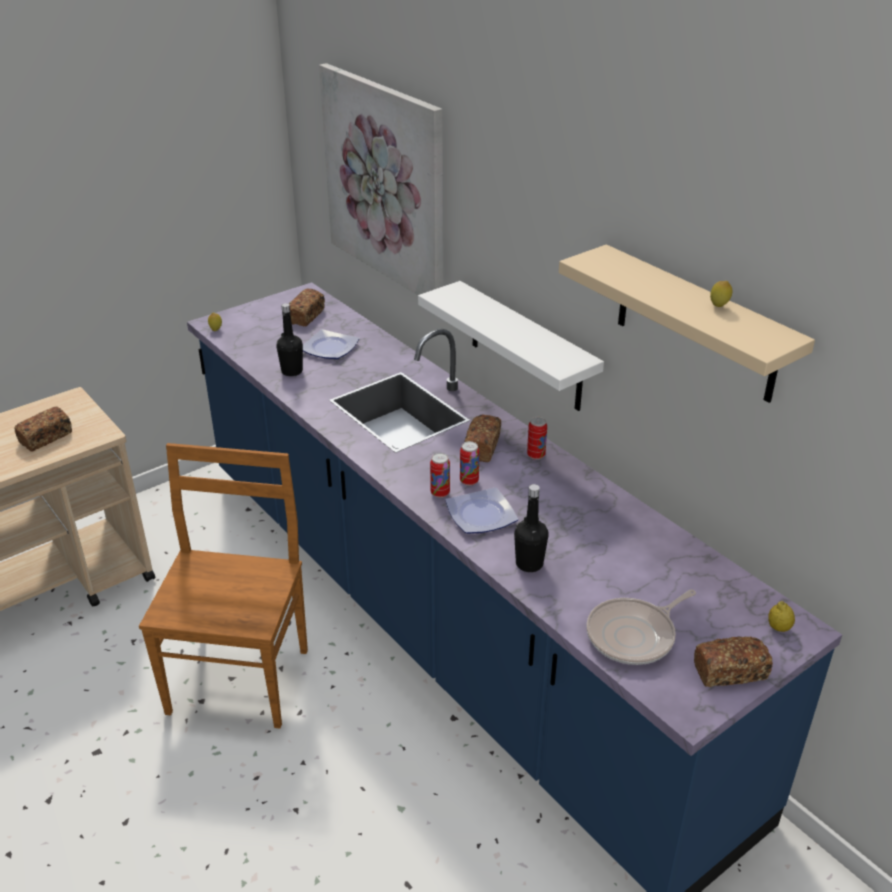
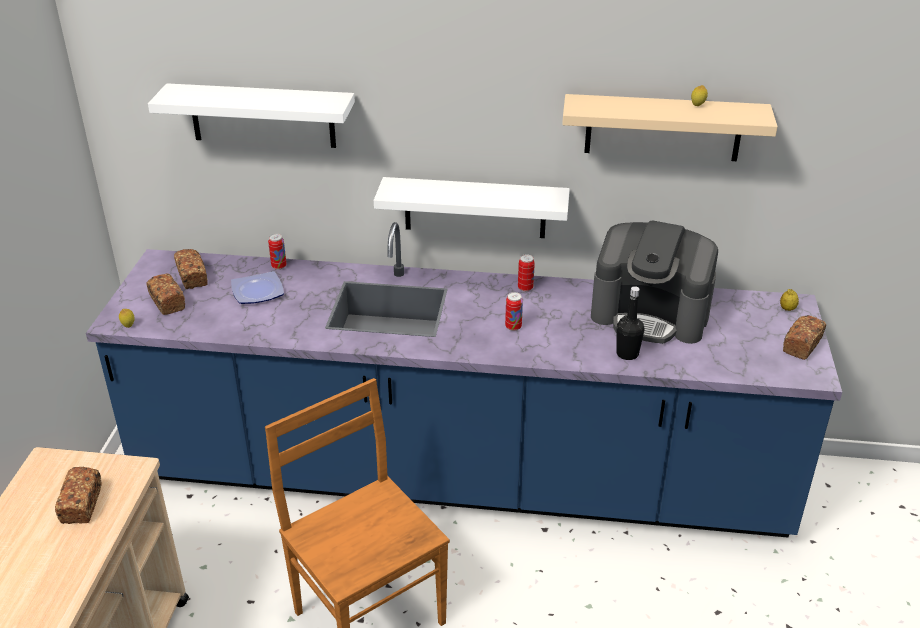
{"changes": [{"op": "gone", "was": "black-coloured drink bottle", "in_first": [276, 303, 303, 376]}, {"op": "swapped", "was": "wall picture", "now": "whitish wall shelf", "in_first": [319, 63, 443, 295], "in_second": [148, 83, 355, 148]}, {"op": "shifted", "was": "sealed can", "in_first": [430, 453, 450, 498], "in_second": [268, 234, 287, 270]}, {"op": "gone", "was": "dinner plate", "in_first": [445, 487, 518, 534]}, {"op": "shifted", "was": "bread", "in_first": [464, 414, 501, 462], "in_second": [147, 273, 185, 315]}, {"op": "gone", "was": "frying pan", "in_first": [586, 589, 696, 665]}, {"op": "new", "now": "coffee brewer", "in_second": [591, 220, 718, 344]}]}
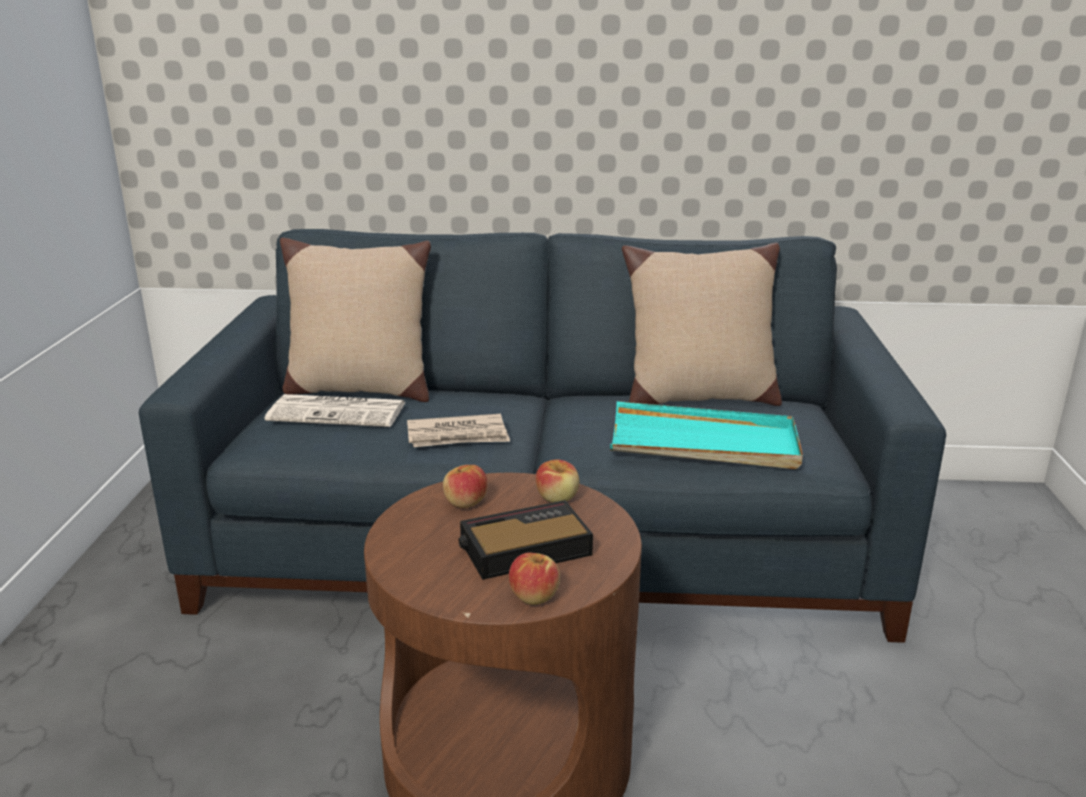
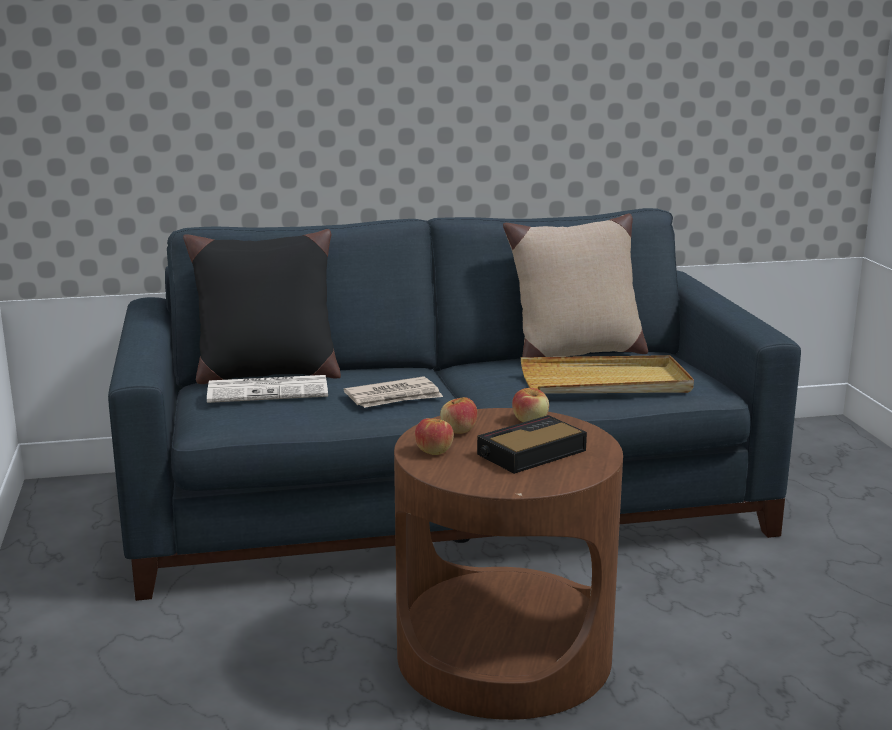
{"changes": [{"op": "repainted", "was": "beige cushion", "now": "black-coloured cushion", "in_first": [280, 238, 431, 402], "in_second": [183, 229, 341, 384]}, {"op": "shifted", "was": "apple fruit", "in_first": [509, 553, 560, 605], "in_second": [415, 418, 454, 455]}, {"op": "repainted", "was": "turquoise serving tray", "now": "beige serving tray", "in_first": [610, 401, 803, 469], "in_second": [521, 355, 694, 394]}]}
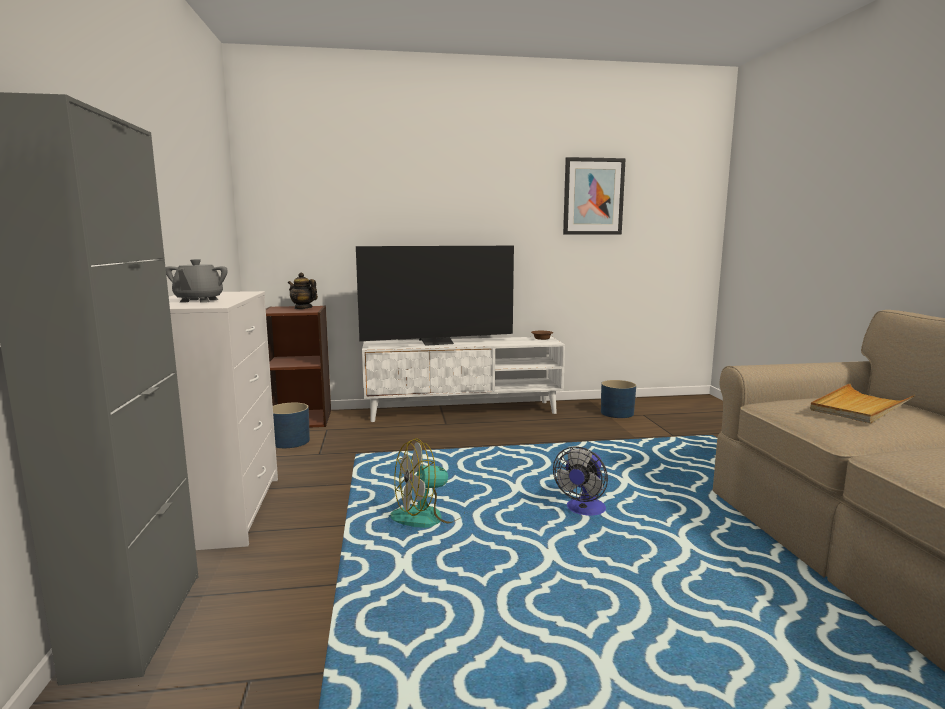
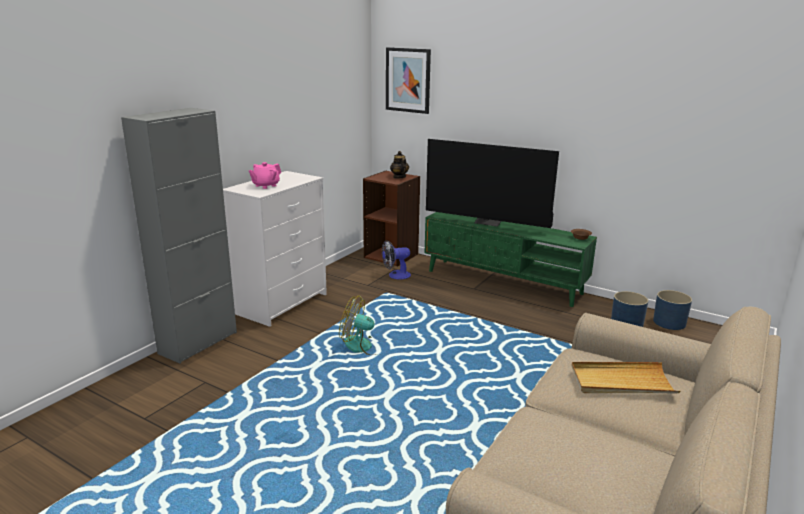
{"changes": [{"op": "repainted", "was": "gray tea pot", "now": "pink tea pot", "in_first": [166, 259, 228, 303], "in_second": [249, 162, 281, 189]}, {"op": "shifted", "was": "blue-coloured flower pot", "in_first": [273, 403, 310, 448], "in_second": [653, 290, 692, 330]}, {"op": "repainted", "was": "whitish media console", "now": "green-coloured media console", "in_first": [362, 336, 565, 422], "in_second": [424, 212, 597, 307]}, {"op": "shifted", "was": "electric fan", "in_first": [553, 446, 608, 516], "in_second": [382, 240, 411, 279]}, {"op": "shifted", "was": "wall picture", "in_first": [563, 157, 626, 235], "in_second": [386, 47, 431, 114]}]}
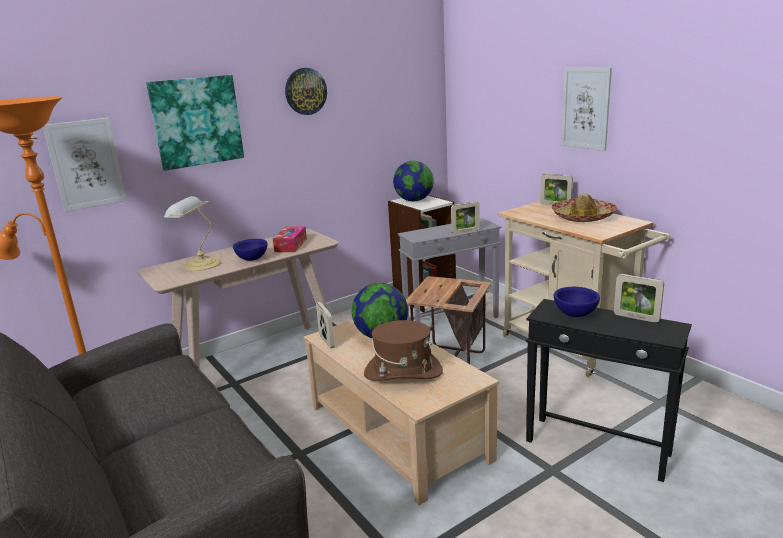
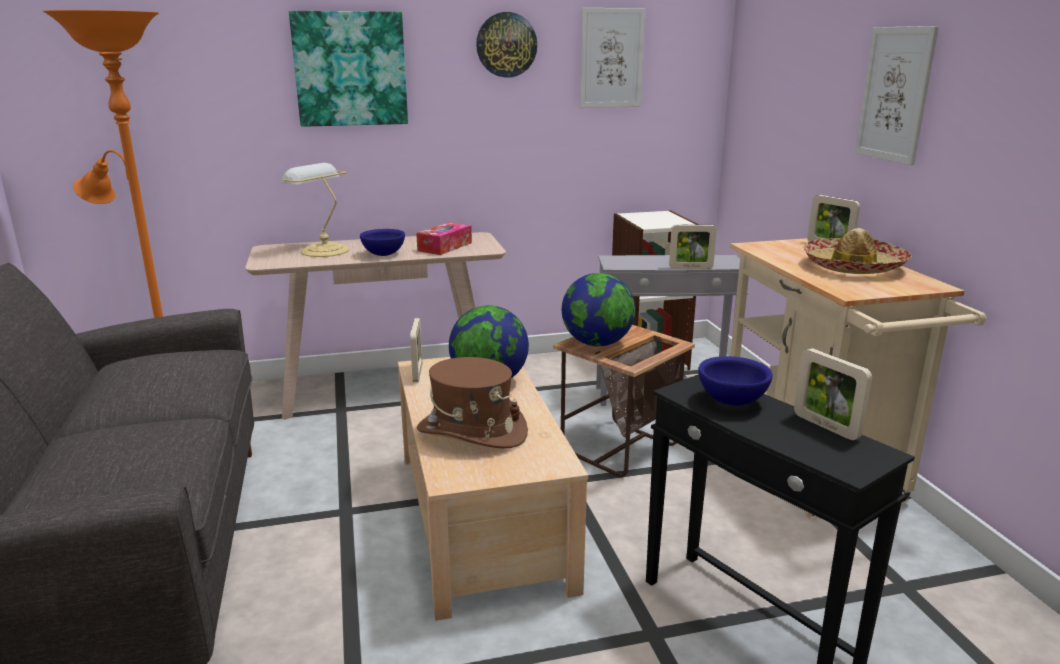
{"changes": [{"op": "shifted", "was": "wall picture", "in_first": [43, 118, 127, 212], "in_second": [580, 8, 645, 108]}, {"op": "shifted", "was": "globe", "in_first": [393, 161, 434, 201], "in_second": [562, 273, 635, 346]}]}
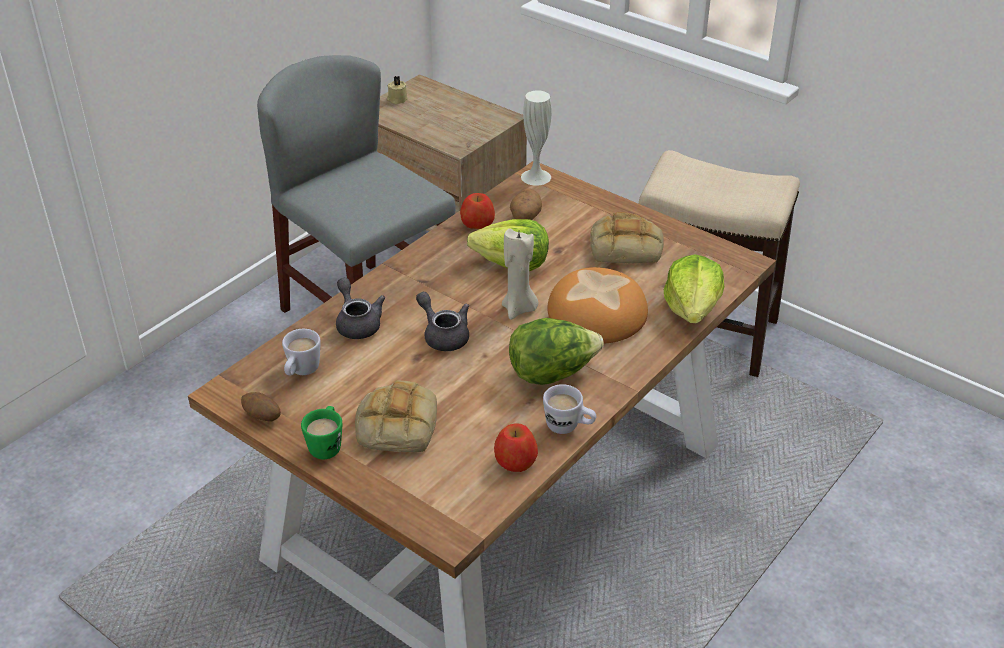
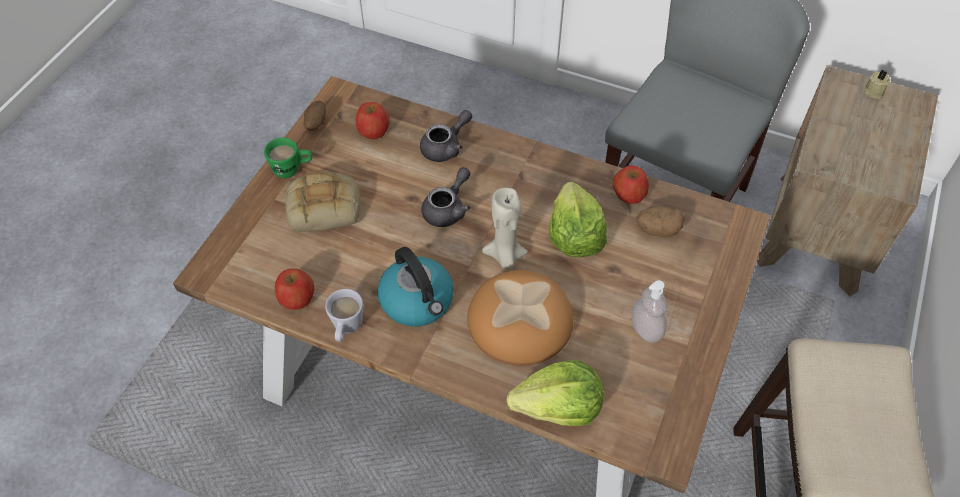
{"changes": [{"op": "swapped", "was": "whitish mug", "now": "apple fruit", "in_first": [282, 329, 321, 375], "in_second": [356, 102, 390, 139]}, {"op": "swapped", "was": "lettuce head", "now": "water kettle", "in_first": [509, 318, 604, 385], "in_second": [377, 247, 454, 327]}, {"op": "gone", "was": "whitish decorative vase", "in_first": [521, 90, 552, 186]}, {"op": "swapped", "was": "bread", "now": "liquid soap bottle", "in_first": [590, 212, 664, 263], "in_second": [631, 280, 667, 343]}]}
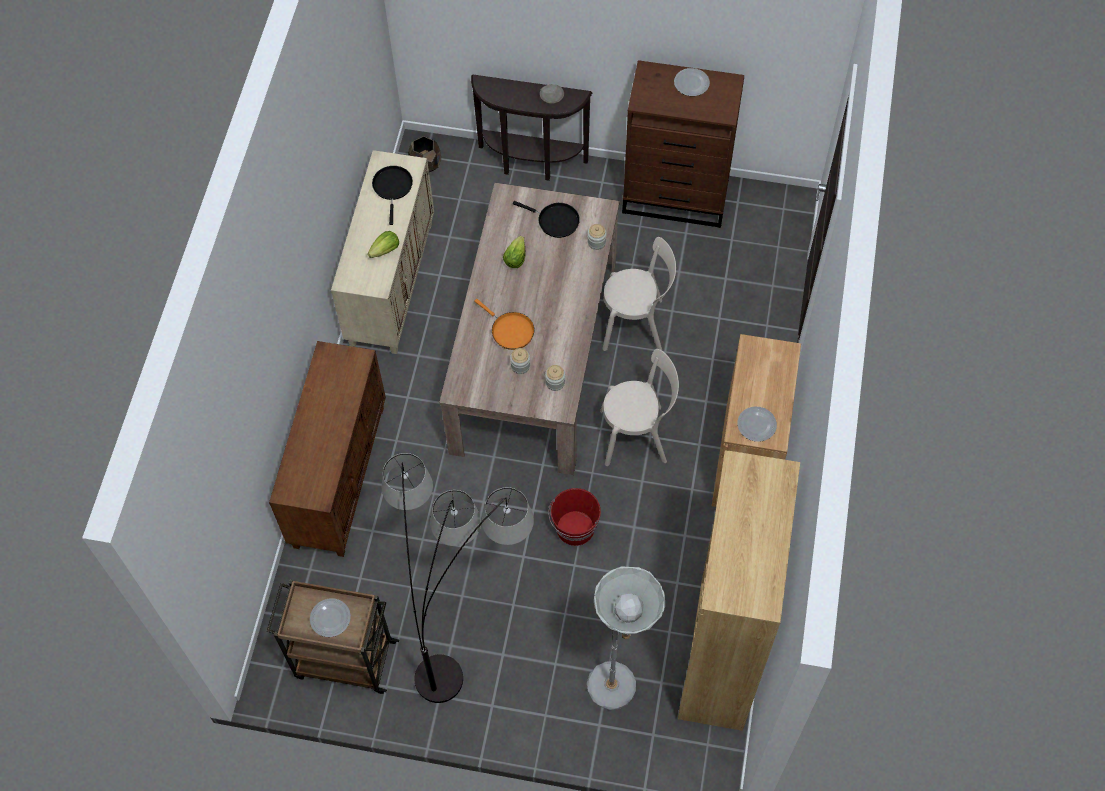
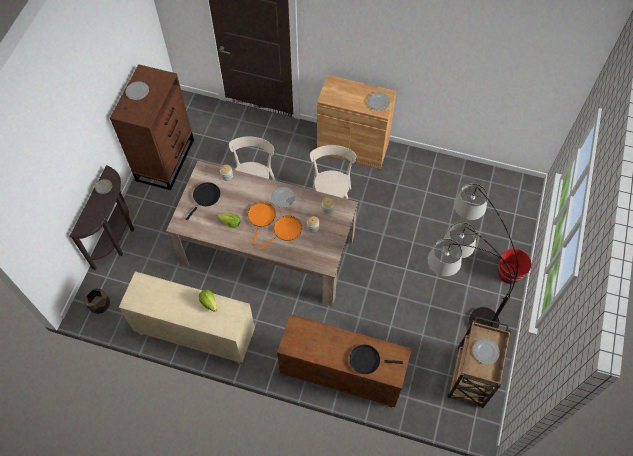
{"changes": [{"op": "shifted", "was": "black-coloured frying pan", "in_first": [372, 166, 413, 225], "in_second": [349, 345, 403, 374]}, {"op": "shifted", "was": "red-coloured pail", "in_first": [548, 488, 601, 546], "in_second": [498, 248, 533, 284]}, {"op": "gone", "was": "gray floor lamp", "in_first": [587, 566, 665, 710]}, {"op": "gone", "was": "brown-coloured bookshelf", "in_first": [678, 450, 800, 731]}, {"op": "new", "now": "orange-coloured frying pan", "in_second": [248, 202, 276, 245]}, {"op": "new", "now": "dinner plate", "in_second": [271, 187, 295, 208]}]}
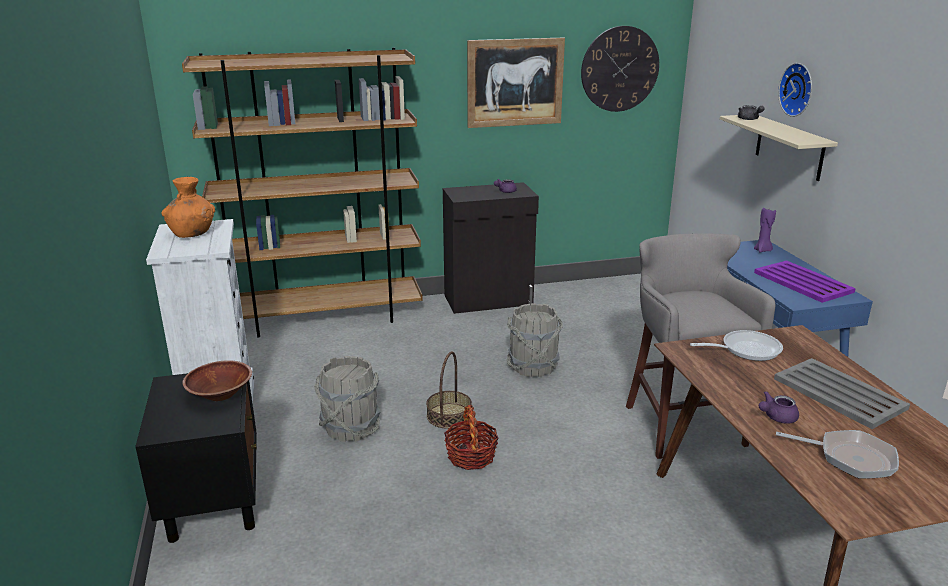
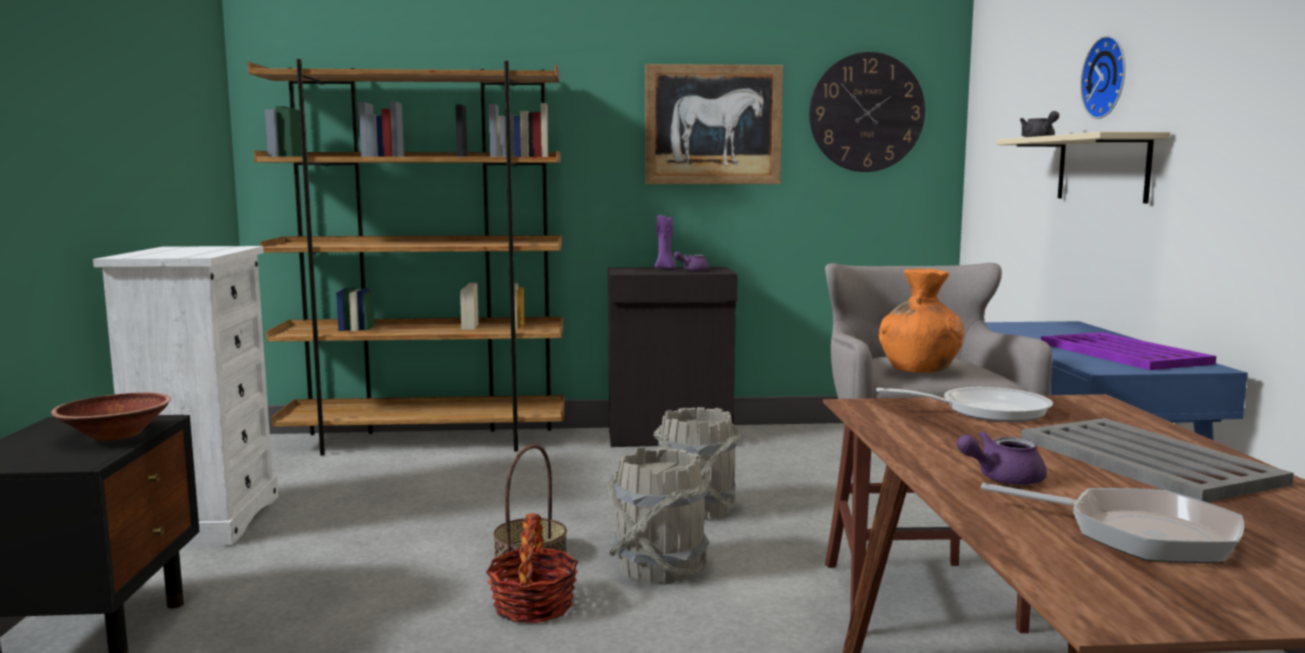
{"changes": [{"op": "shifted", "was": "orange-coloured decorative vase", "in_first": [162, 177, 215, 238], "in_second": [879, 269, 964, 373]}, {"op": "shifted", "was": "gray pail", "in_first": [314, 356, 381, 442], "in_second": [607, 447, 711, 585]}, {"op": "shifted", "was": "purple wax candle", "in_first": [754, 207, 776, 253], "in_second": [655, 214, 676, 269]}]}
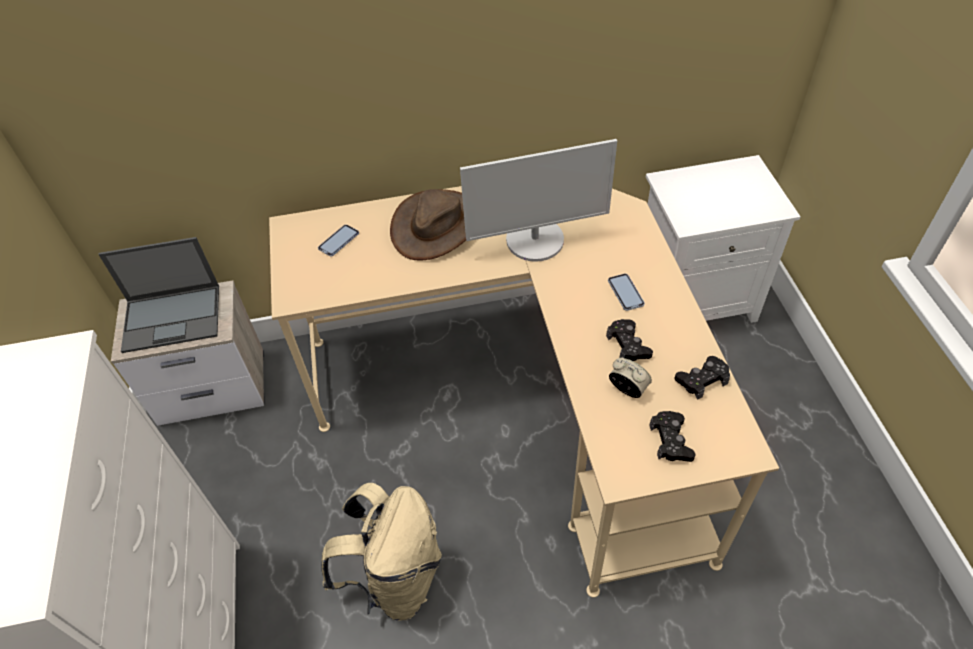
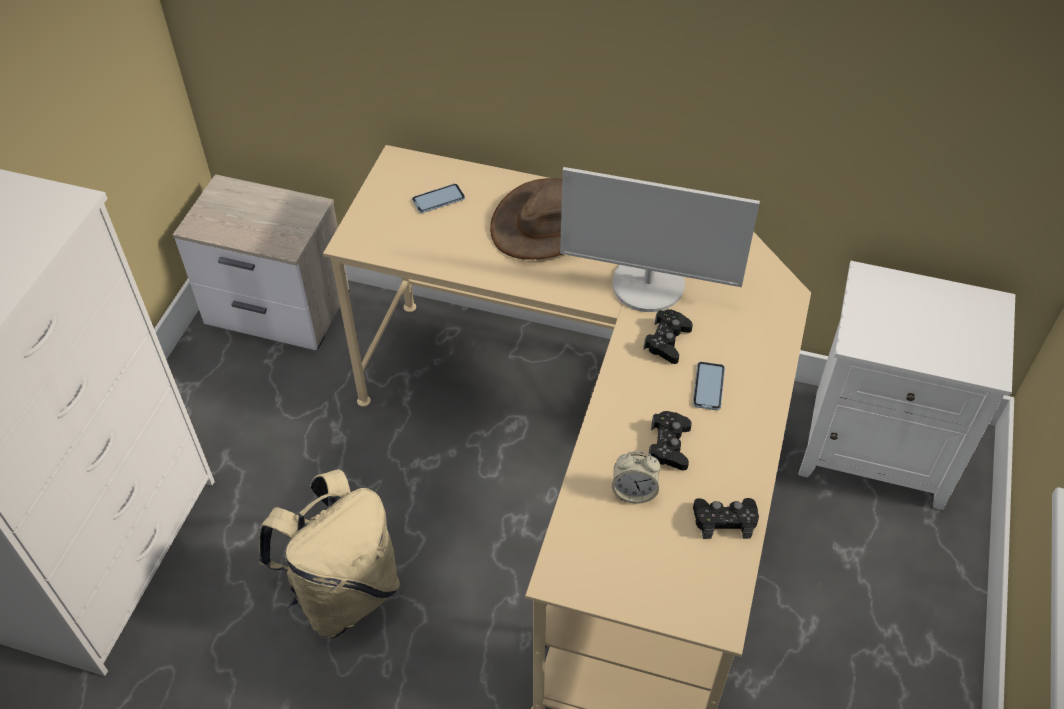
{"changes": [{"op": "gone", "was": "notebook computer", "in_first": [98, 237, 219, 353]}, {"op": "rotated", "was": "alarm clock", "in_first": [609, 358, 652, 398], "in_second": [612, 452, 661, 504], "clockwise": 120}, {"op": "shifted", "was": "black-coloured joypad", "in_first": [649, 411, 696, 462], "in_second": [643, 309, 693, 364]}]}
